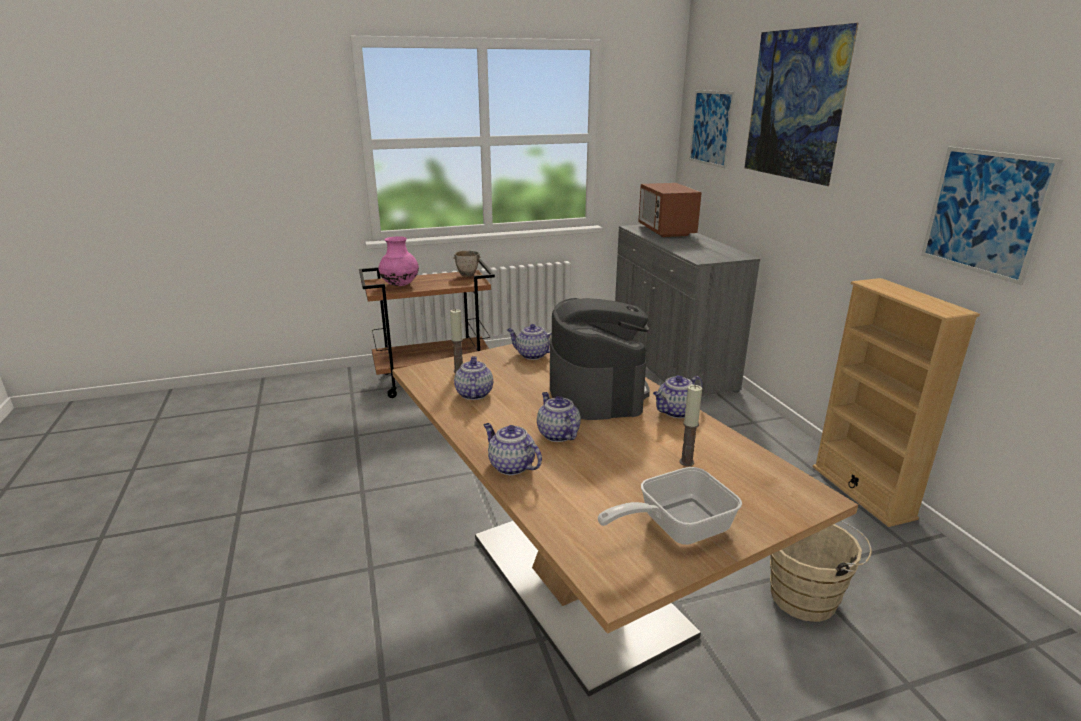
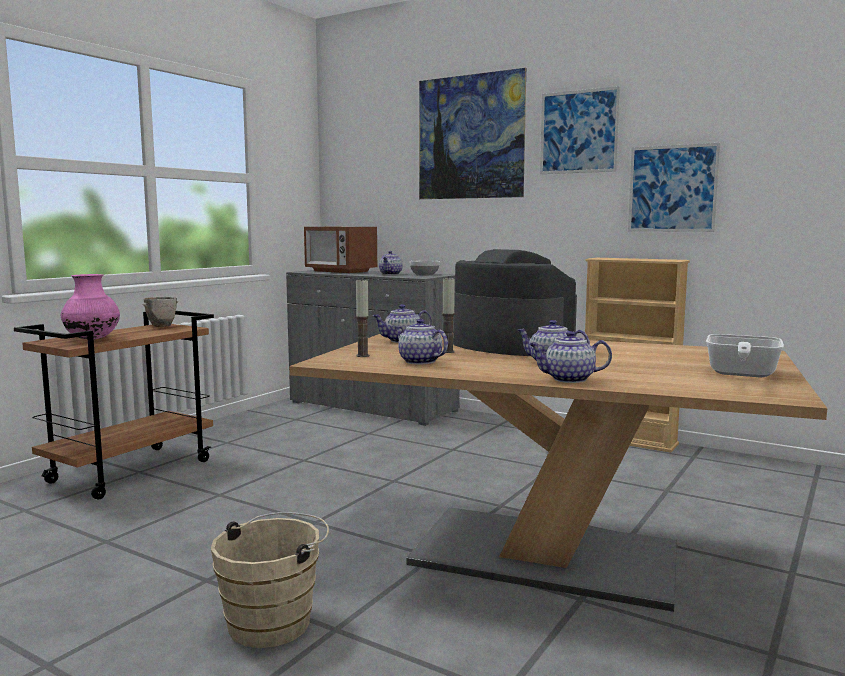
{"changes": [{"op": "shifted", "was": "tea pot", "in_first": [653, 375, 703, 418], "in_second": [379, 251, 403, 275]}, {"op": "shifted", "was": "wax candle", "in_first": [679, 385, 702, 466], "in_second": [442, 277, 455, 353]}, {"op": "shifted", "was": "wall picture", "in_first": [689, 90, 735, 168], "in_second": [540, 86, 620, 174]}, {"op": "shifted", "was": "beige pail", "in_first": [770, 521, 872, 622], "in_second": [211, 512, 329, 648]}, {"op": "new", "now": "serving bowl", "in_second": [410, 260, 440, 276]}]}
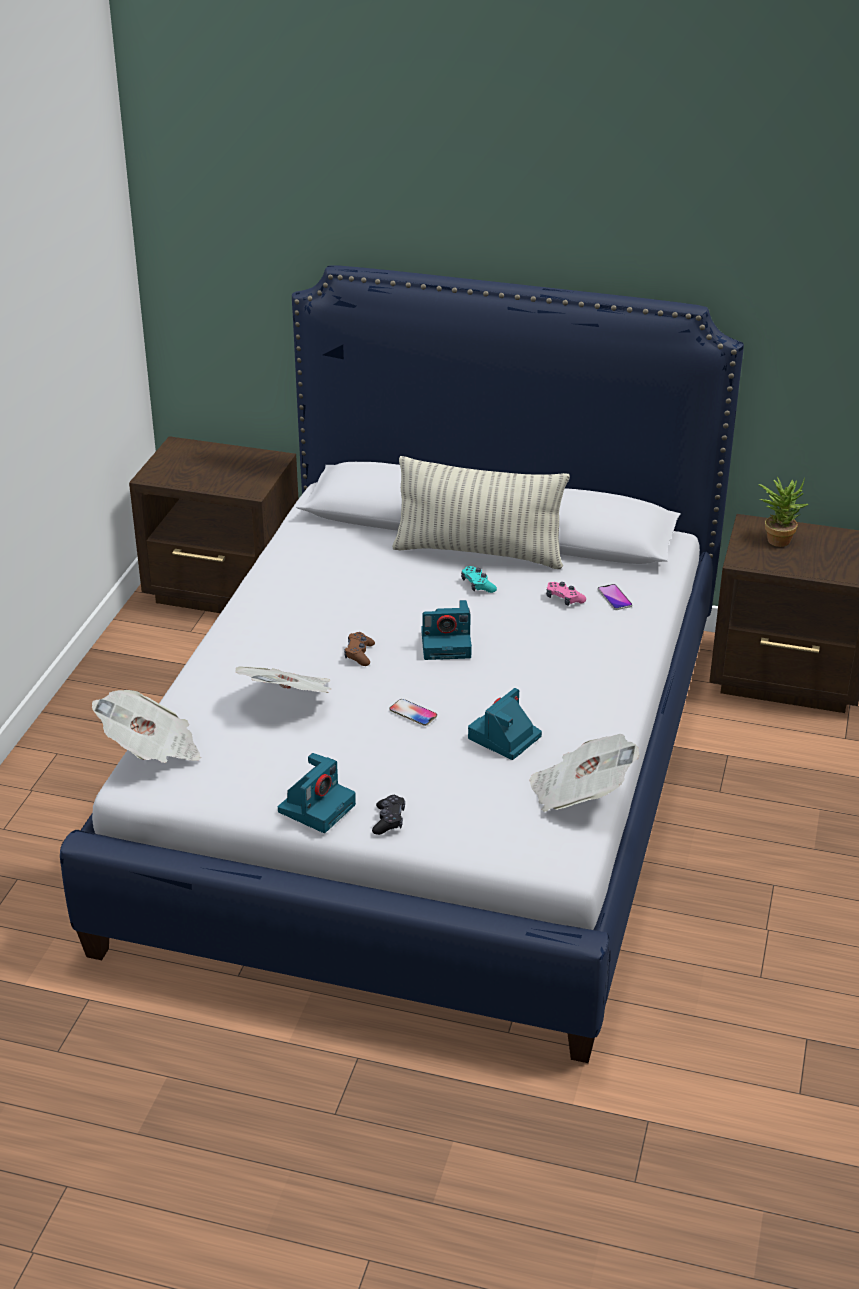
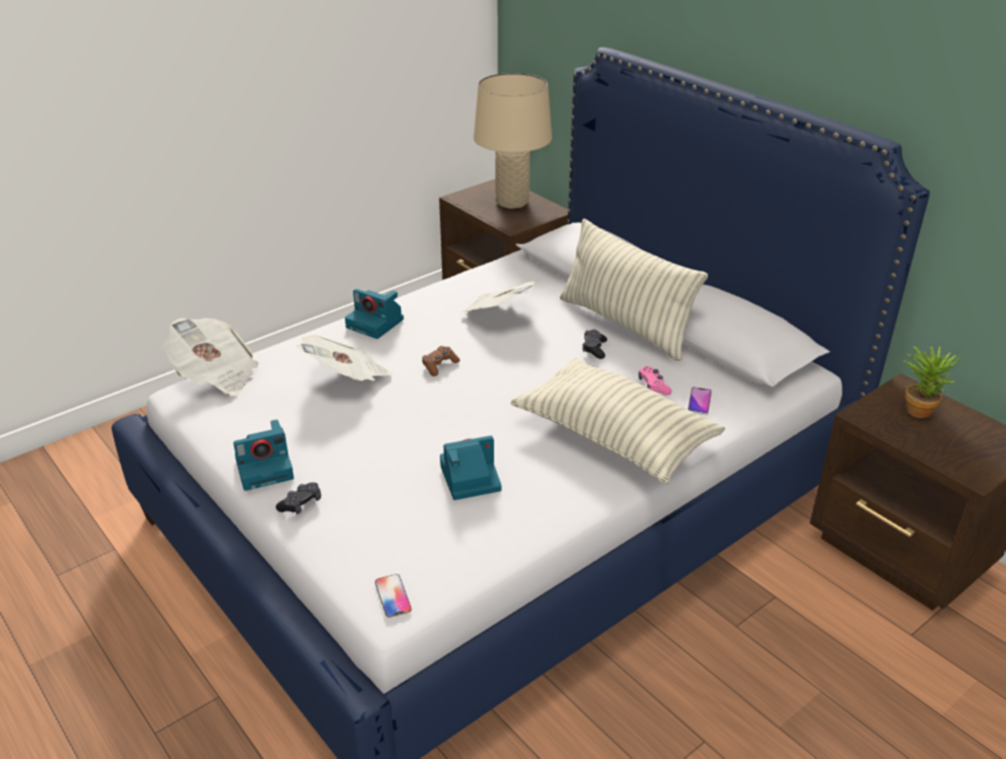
{"changes": [{"op": "shifted", "was": "handset", "in_first": [389, 699, 437, 726], "in_second": [375, 574, 412, 618]}, {"op": "shifted", "was": "photo camera", "in_first": [421, 600, 472, 660], "in_second": [345, 289, 404, 339]}, {"op": "repainted", "was": "turquoise joypad", "now": "black-coloured joypad", "in_first": [461, 566, 497, 593], "in_second": [582, 330, 607, 359]}, {"op": "shifted", "was": "newspaper", "in_first": [529, 734, 639, 812], "in_second": [462, 280, 539, 312]}, {"op": "new", "now": "beige tabletop lamp", "in_second": [473, 73, 552, 209]}, {"op": "new", "now": "cushion", "in_second": [511, 358, 725, 484]}]}
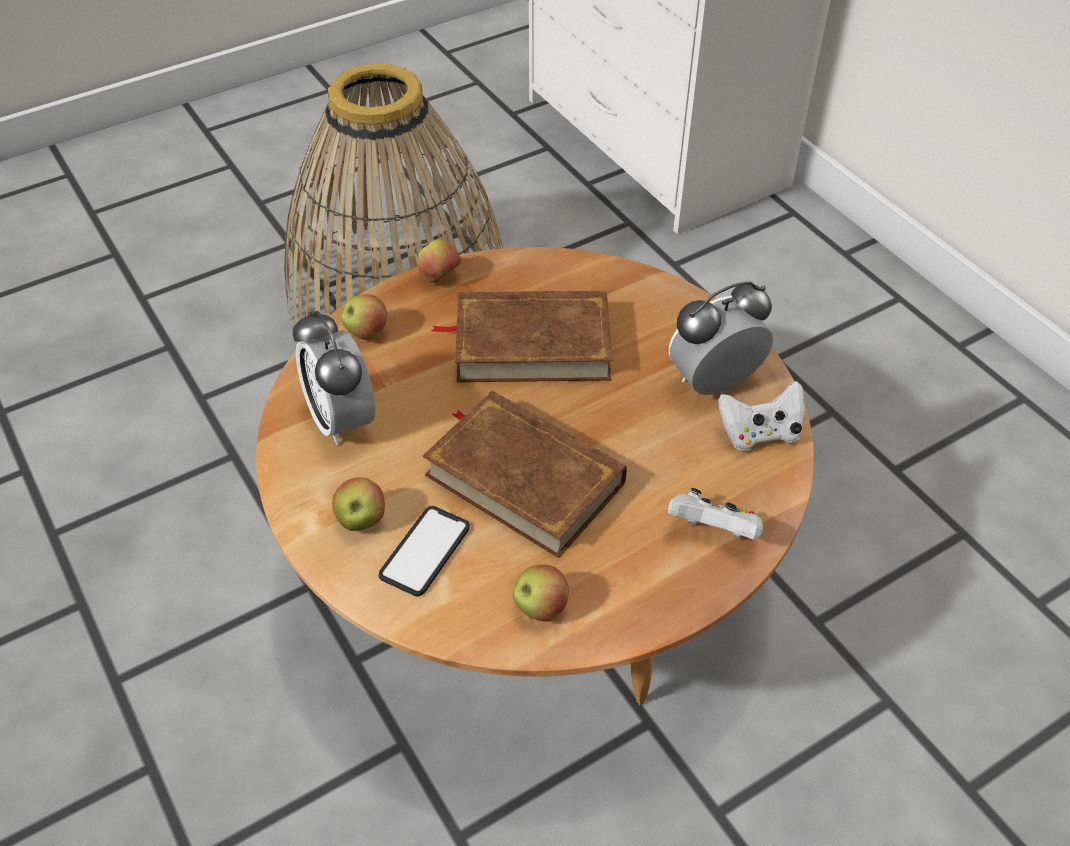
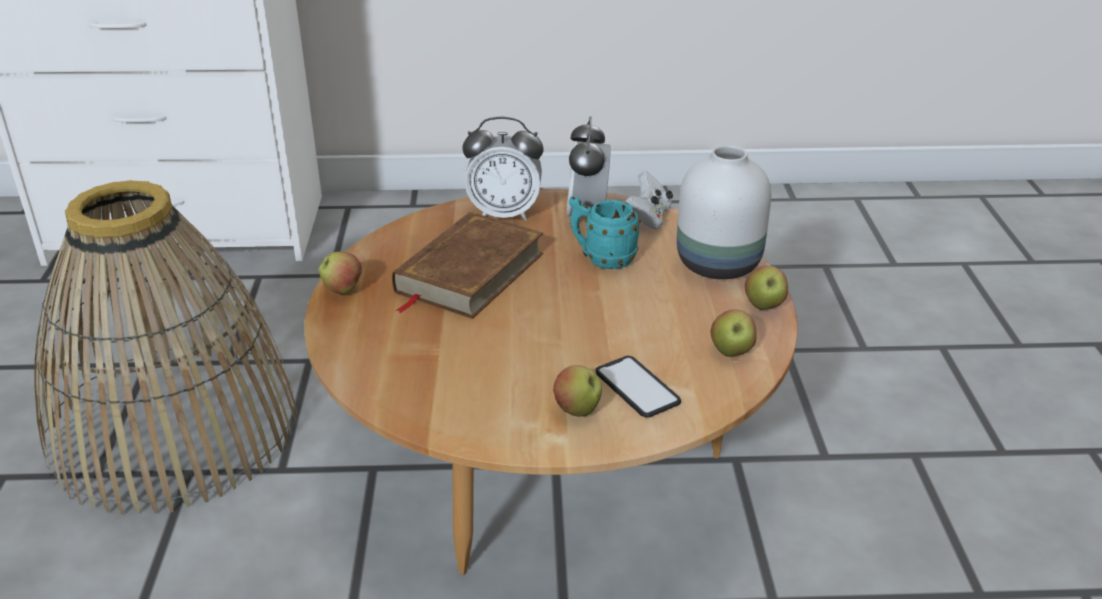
{"changes": [{"op": "shifted", "was": "alarm clock", "in_first": [293, 310, 375, 445], "in_second": [462, 116, 544, 221]}, {"op": "shifted", "was": "apple fruit", "in_first": [341, 294, 387, 340], "in_second": [745, 266, 788, 310]}, {"op": "gone", "was": "brown-coloured volume", "in_first": [423, 391, 627, 558]}, {"op": "swapped", "was": "whitish joypad", "now": "whitish decorative vase", "in_first": [668, 488, 763, 540], "in_second": [677, 145, 771, 279]}, {"op": "new", "now": "turquoise mug", "in_second": [569, 196, 640, 269]}]}
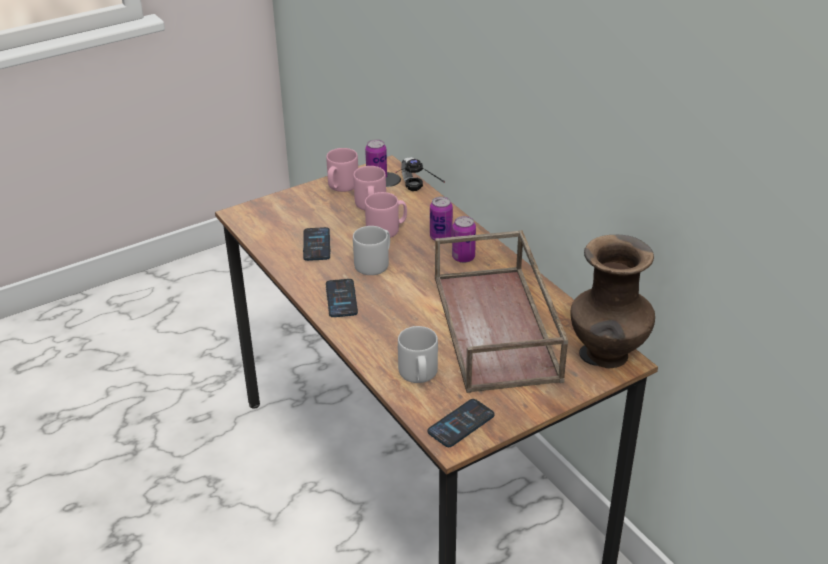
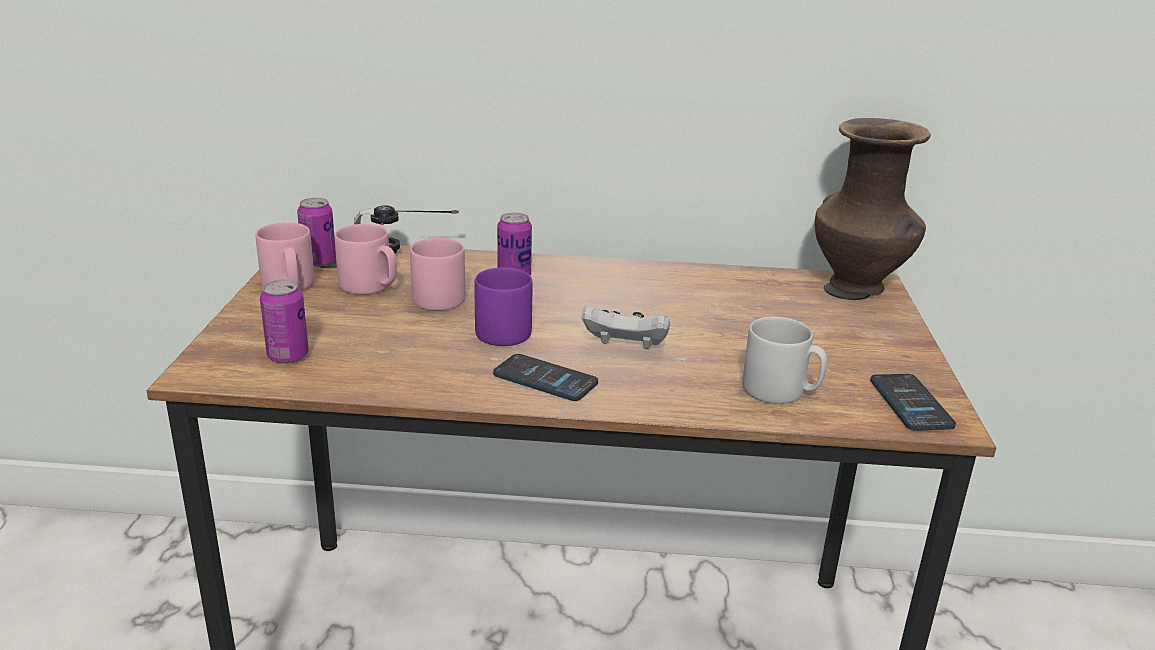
{"changes": [{"op": "gone", "was": "handset", "in_first": [303, 227, 331, 261]}, {"op": "repainted", "was": "gray mug", "now": "purple mug", "in_first": [353, 226, 390, 275], "in_second": [474, 267, 533, 346]}, {"op": "gone", "was": "brown-coloured serving tray", "in_first": [435, 230, 568, 393]}, {"op": "shifted", "was": "sealed can", "in_first": [452, 216, 476, 263], "in_second": [260, 280, 309, 364]}, {"op": "new", "now": "whitish joypad", "in_second": [582, 306, 670, 349]}]}
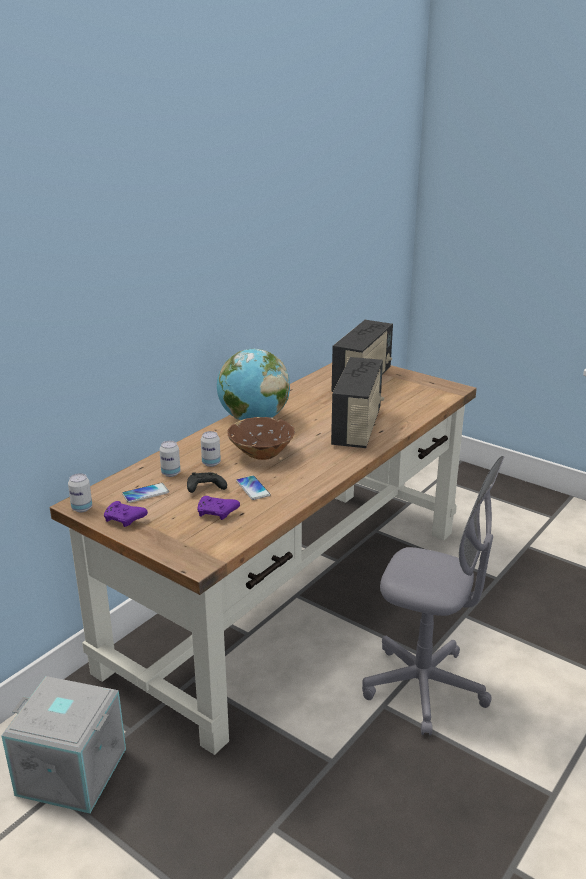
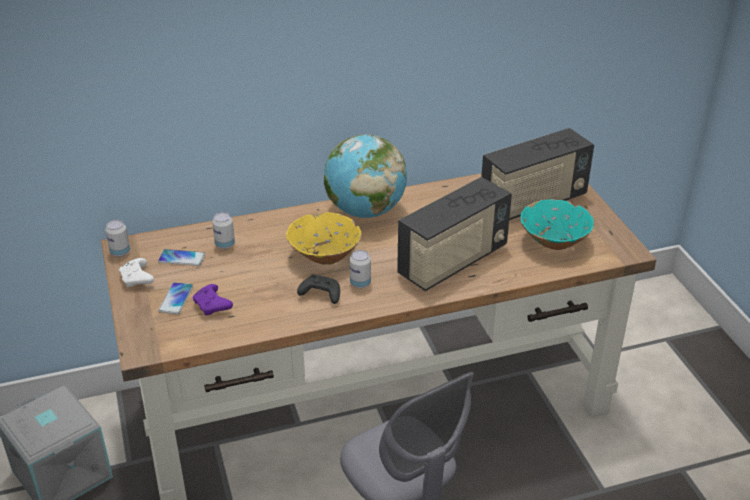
{"changes": [{"op": "repainted", "was": "purple joypad", "now": "whitish joypad", "in_first": [104, 501, 148, 527], "in_second": [119, 258, 154, 287]}, {"op": "shifted", "was": "black-coloured joypad", "in_first": [187, 472, 227, 493], "in_second": [297, 274, 340, 304]}, {"op": "shifted", "was": "sealed can", "in_first": [201, 431, 221, 467], "in_second": [350, 250, 371, 288]}, {"op": "repainted", "was": "brown-coloured serving bowl", "now": "yellow serving bowl", "in_first": [228, 417, 295, 460], "in_second": [286, 212, 362, 265]}, {"op": "shifted", "was": "handset", "in_first": [236, 476, 271, 500], "in_second": [158, 282, 193, 314]}, {"op": "new", "now": "turquoise serving bowl", "in_second": [521, 199, 594, 250]}]}
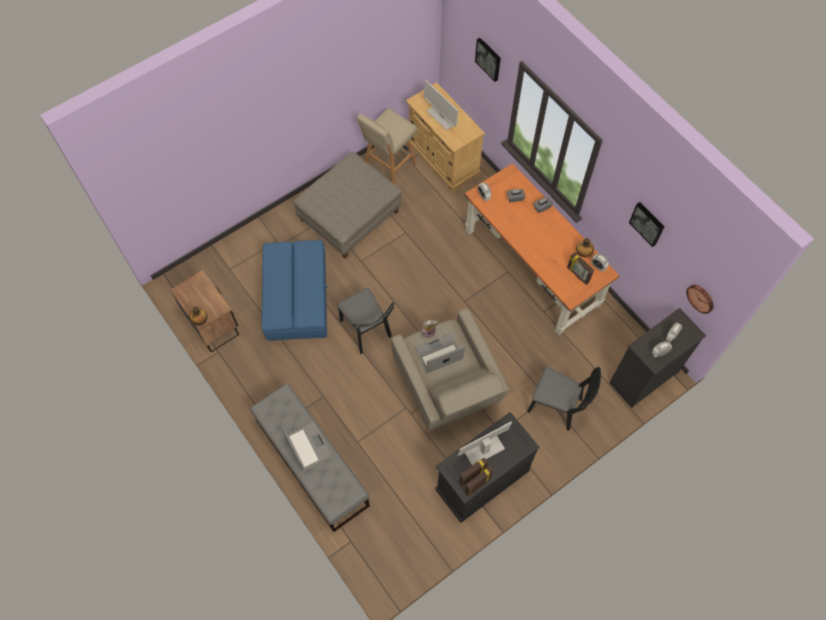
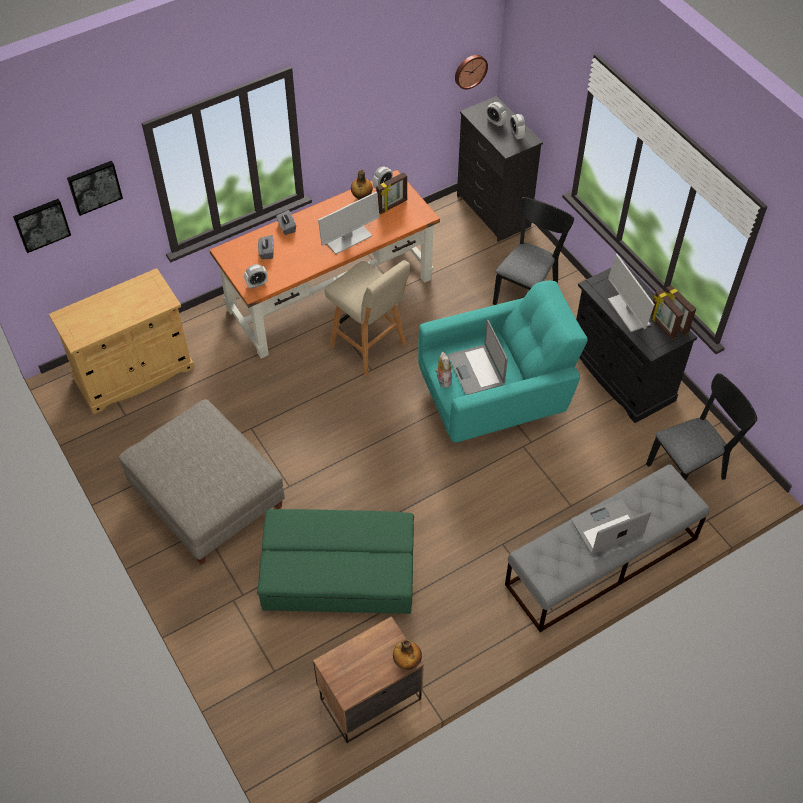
{"changes": [{"op": "repainted", "was": "blue-coloured pouffe", "now": "green-coloured pouffe", "in_first": [262, 240, 327, 341], "in_second": [257, 509, 414, 614]}, {"op": "shifted", "was": "black-coloured plain chair", "in_first": [337, 288, 394, 354], "in_second": [646, 373, 757, 480]}, {"op": "shifted", "was": "beige stool seat", "in_first": [357, 108, 417, 184], "in_second": [325, 260, 410, 376]}, {"op": "repainted", "was": "beige lounge chair", "now": "turquoise lounge chair", "in_first": [391, 308, 509, 430], "in_second": [418, 281, 588, 443]}, {"op": "shifted", "was": "monitor", "in_first": [424, 80, 459, 131], "in_second": [318, 191, 379, 254]}, {"op": "shifted", "was": "wall picture", "in_first": [629, 202, 664, 247], "in_second": [13, 199, 71, 253]}]}
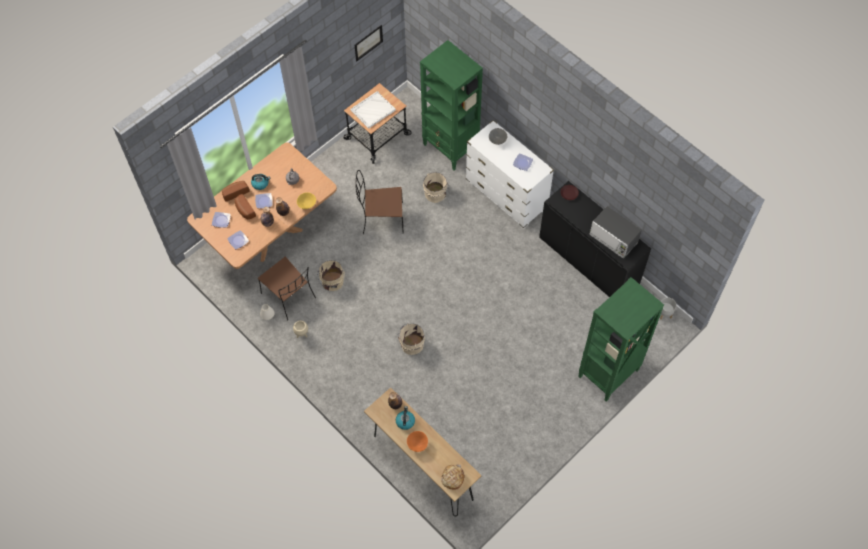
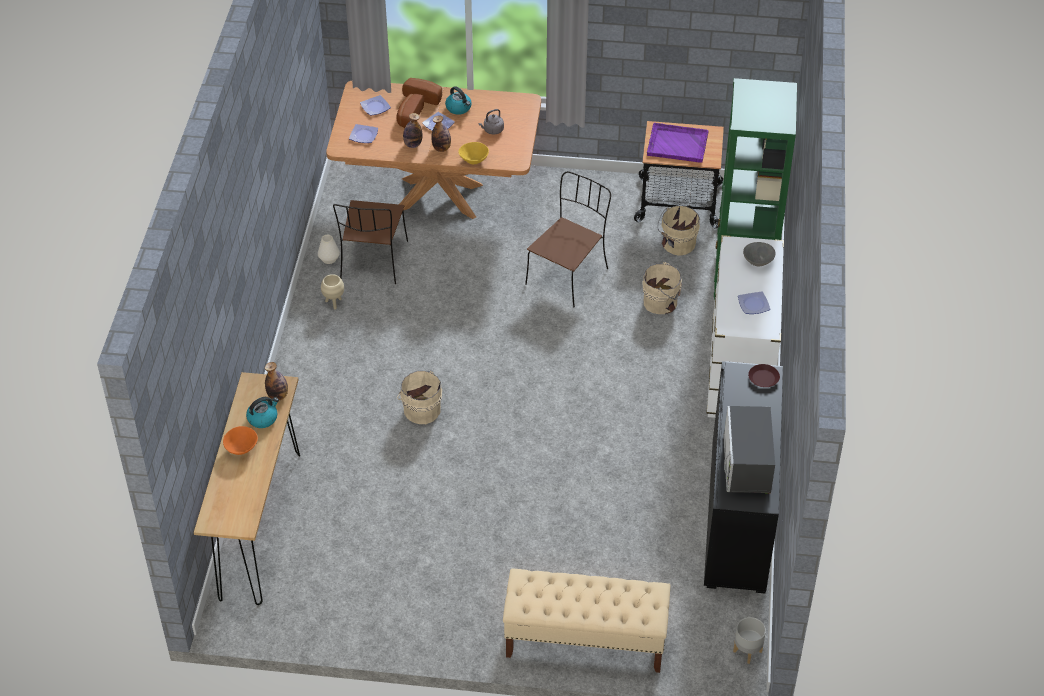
{"changes": [{"op": "shifted", "was": "beige pail", "in_first": [317, 260, 345, 291], "in_second": [657, 205, 700, 256]}, {"op": "repainted", "was": "whitish serving tray", "now": "purple serving tray", "in_first": [350, 91, 396, 129], "in_second": [647, 123, 709, 163]}, {"op": "gone", "was": "wall picture", "in_first": [354, 25, 383, 61]}, {"op": "rotated", "was": "brown-coloured plain chair", "in_first": [355, 170, 404, 234], "in_second": [525, 171, 611, 307], "clockwise": 75}, {"op": "gone", "was": "bread", "in_first": [441, 464, 465, 489]}, {"op": "swapped", "was": "green-coloured bookshelf", "now": "beige long seat", "in_first": [578, 277, 664, 402], "in_second": [503, 569, 670, 673]}]}
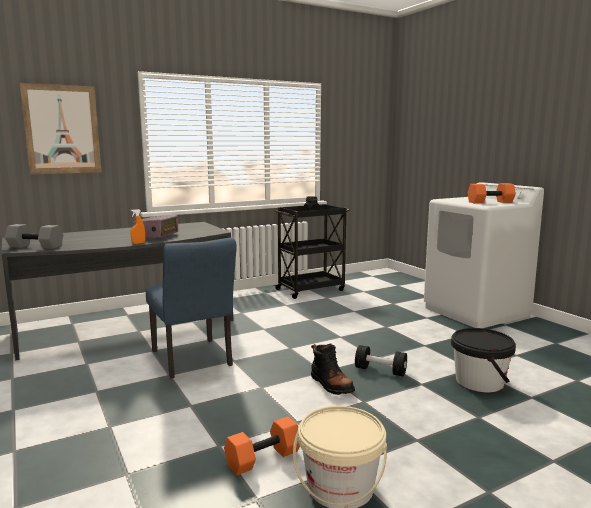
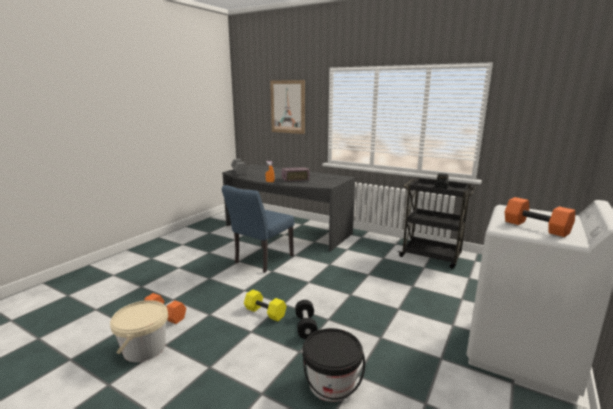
{"changes": [{"op": "swapped", "was": "black-coloured boot", "now": "yellow hand weight", "in_first": [311, 344, 355, 395], "in_second": [244, 290, 287, 322]}]}
